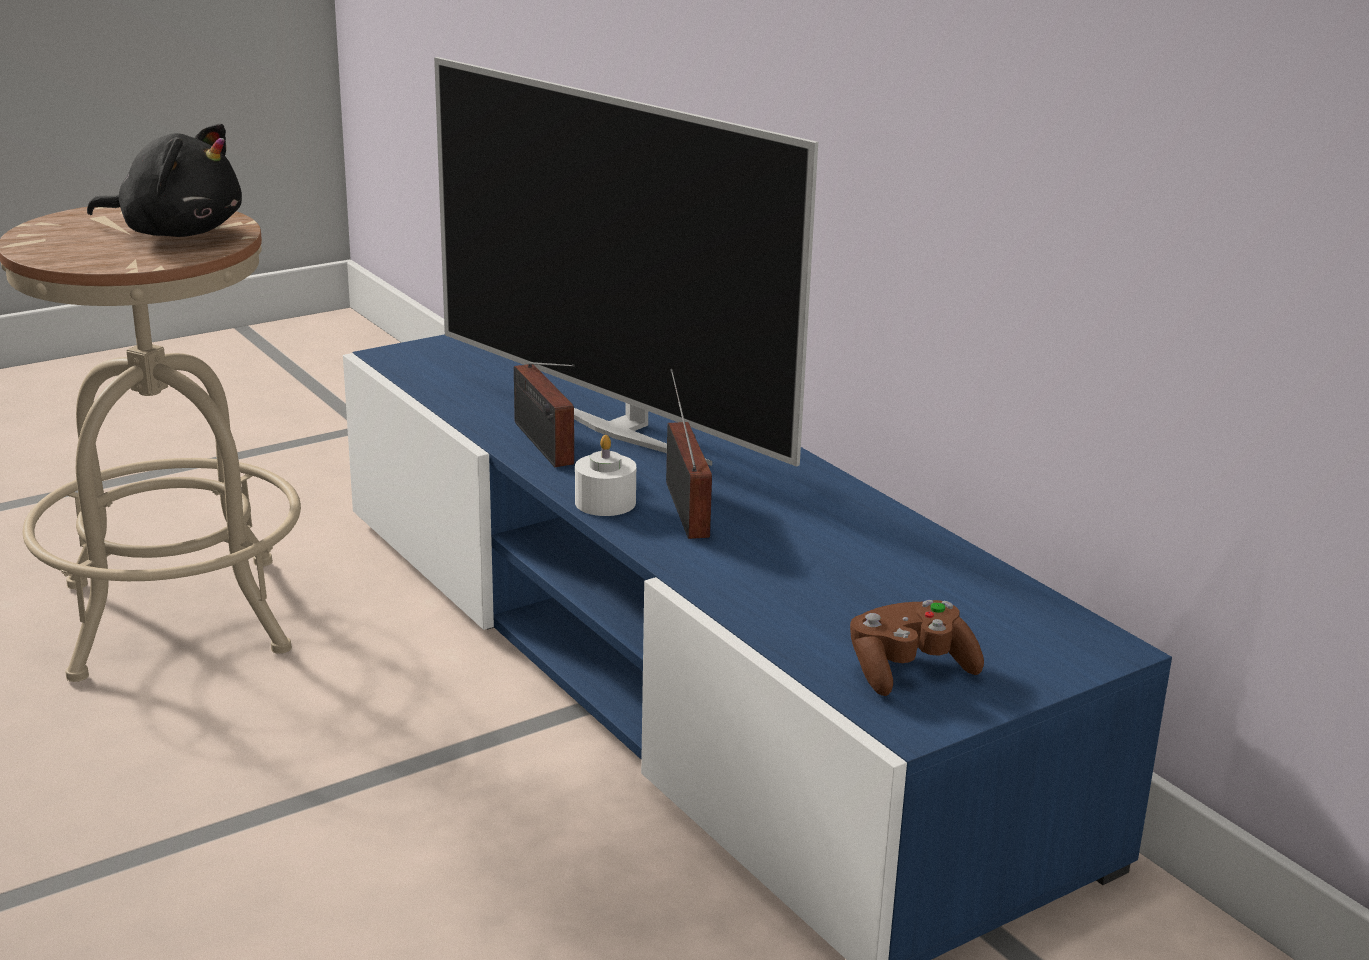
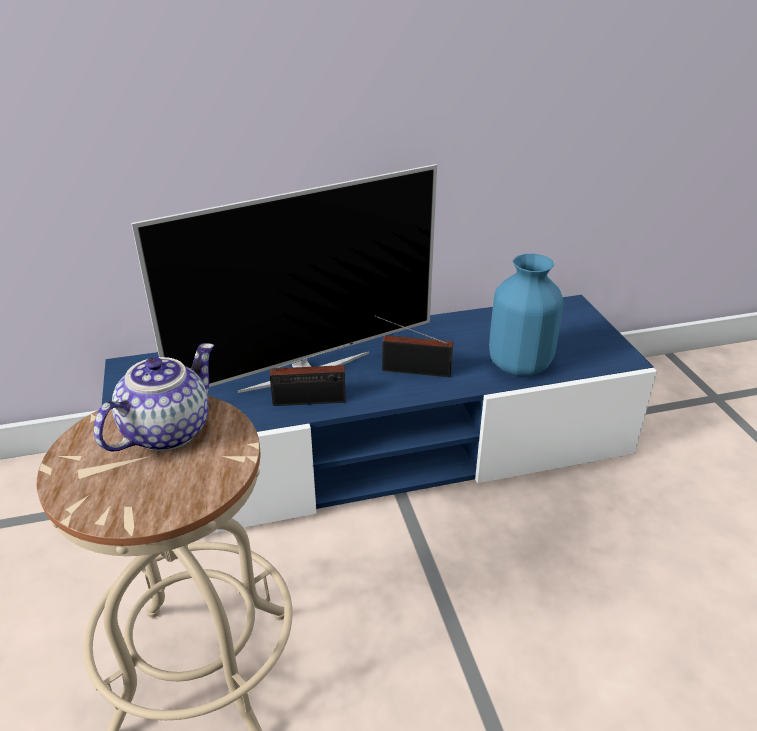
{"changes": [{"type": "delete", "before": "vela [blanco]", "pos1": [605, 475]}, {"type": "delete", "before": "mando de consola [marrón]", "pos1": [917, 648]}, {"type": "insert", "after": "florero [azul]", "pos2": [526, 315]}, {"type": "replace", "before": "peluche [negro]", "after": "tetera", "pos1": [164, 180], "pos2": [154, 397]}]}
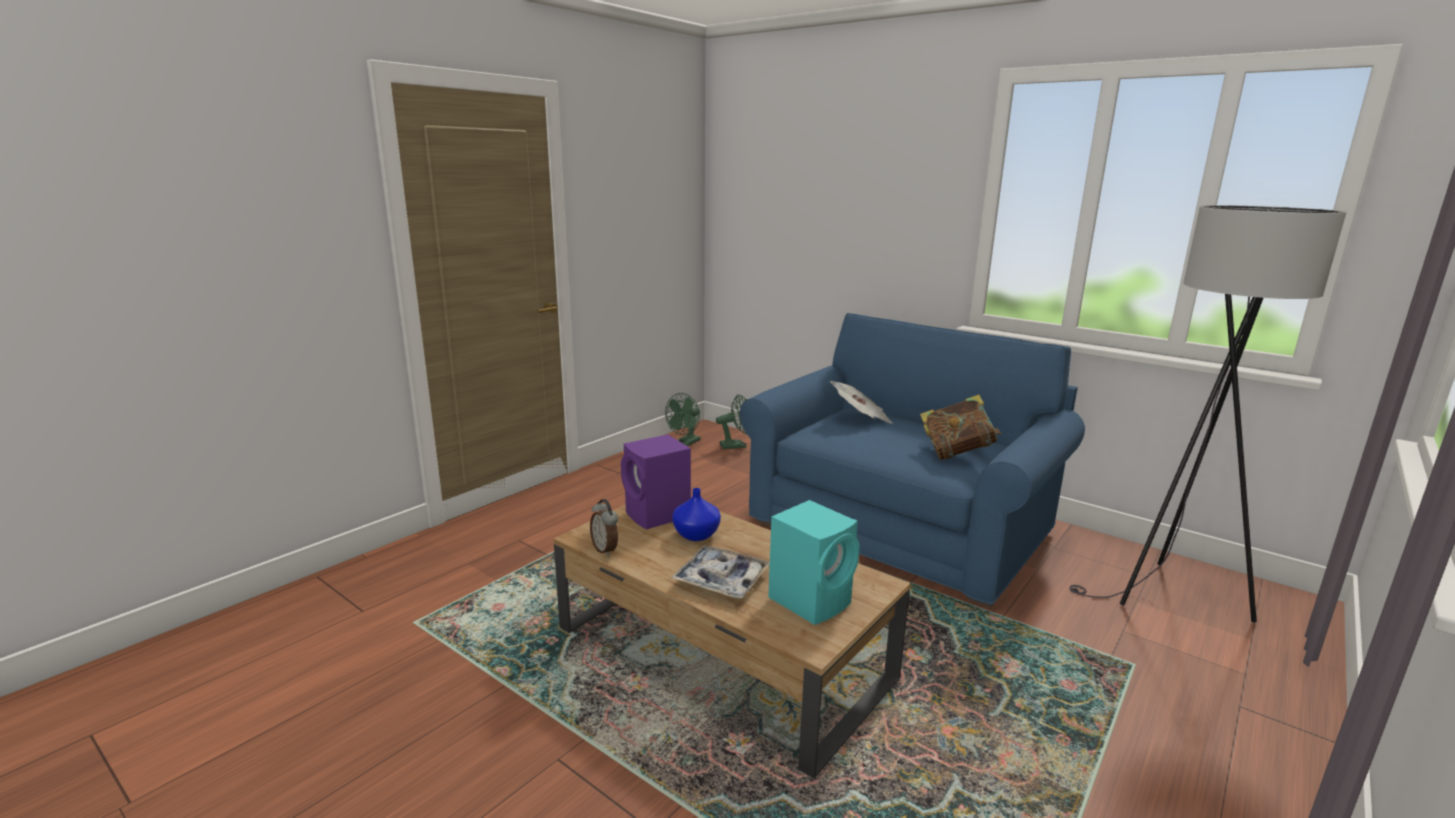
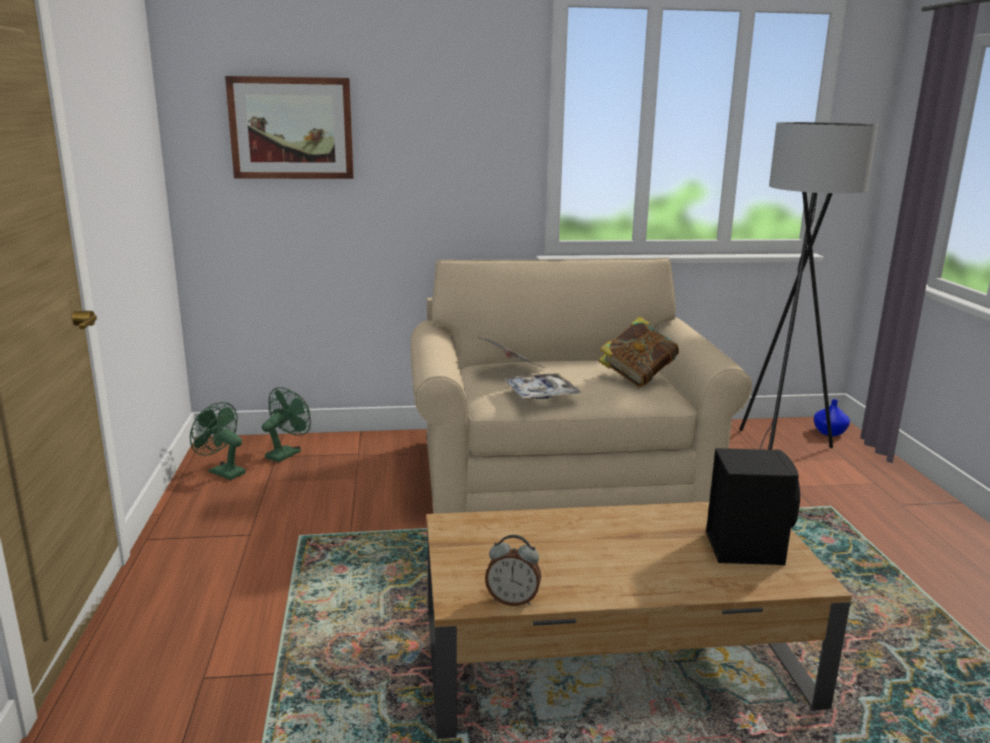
{"changes": [{"type": "delete", "before": "altavoz [morado]", "pos1": [656, 481]}, {"type": "insert", "after": "cuadro", "pos2": [289, 127]}, {"type": "move", "before": "bandeja", "pos1": [720, 572], "pos2": [542, 386]}, {"type": "move", "before": "florero [azul]", "pos1": [696, 514], "pos2": [832, 417]}, {"type": "recolor", "before": "sofá [azul]", "after": "sofá [beis]", "pos1": [912, 460], "pos2": [581, 386]}, {"type": "recolor", "before": "altavoz [turquesa]", "after": "altavoz [negro]", "pos1": [814, 562], "pos2": [753, 506]}, {"type": "rotate", "before": "ventilador [verde]", "pos1": [683, 419], "pos2": [218, 441], "turn": 135}]}
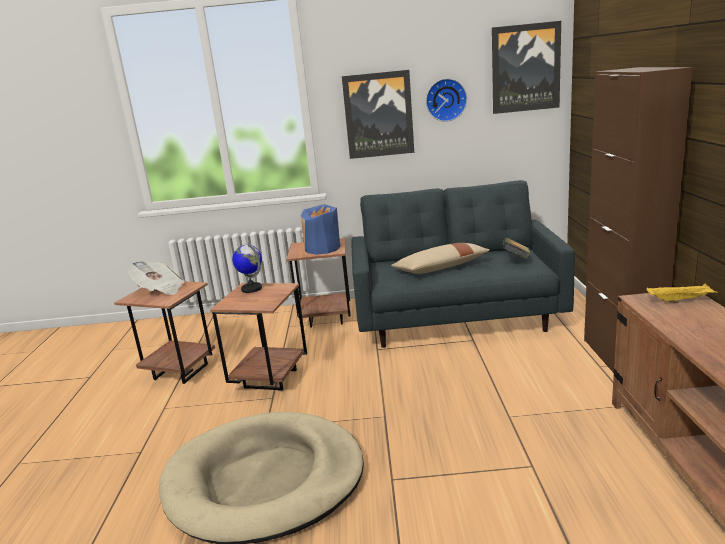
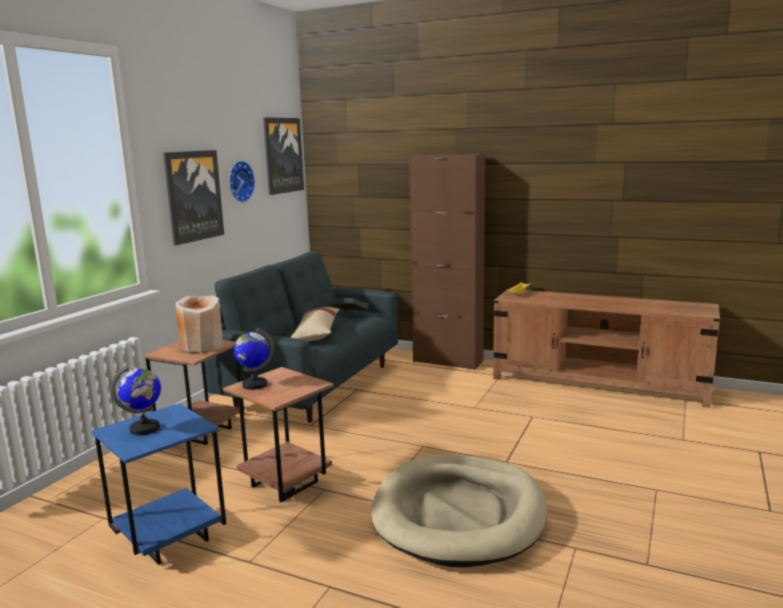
{"changes": [{"type": "replace", "before": "periódico", "after": "globo terráqueo", "pos1": [156, 278], "pos2": [136, 400]}, {"type": "recolor", "before": "mesa auxiliar [marrón]", "after": "mesa auxiliar [azul]", "pos1": [164, 333], "pos2": [158, 484]}, {"type": "recolor", "before": "florero [azul]", "after": "florero [beis]", "pos1": [320, 229], "pos2": [199, 324]}]}
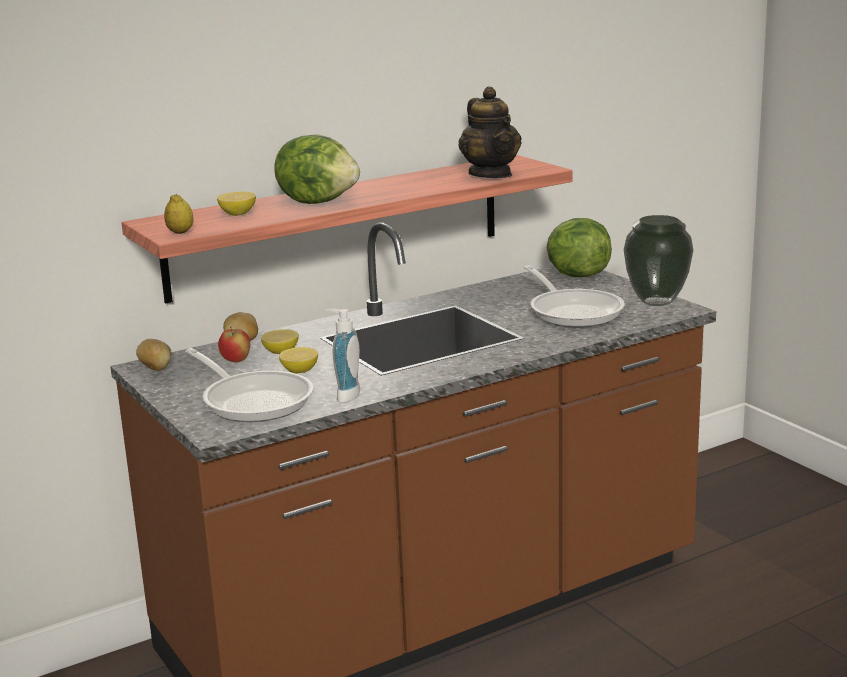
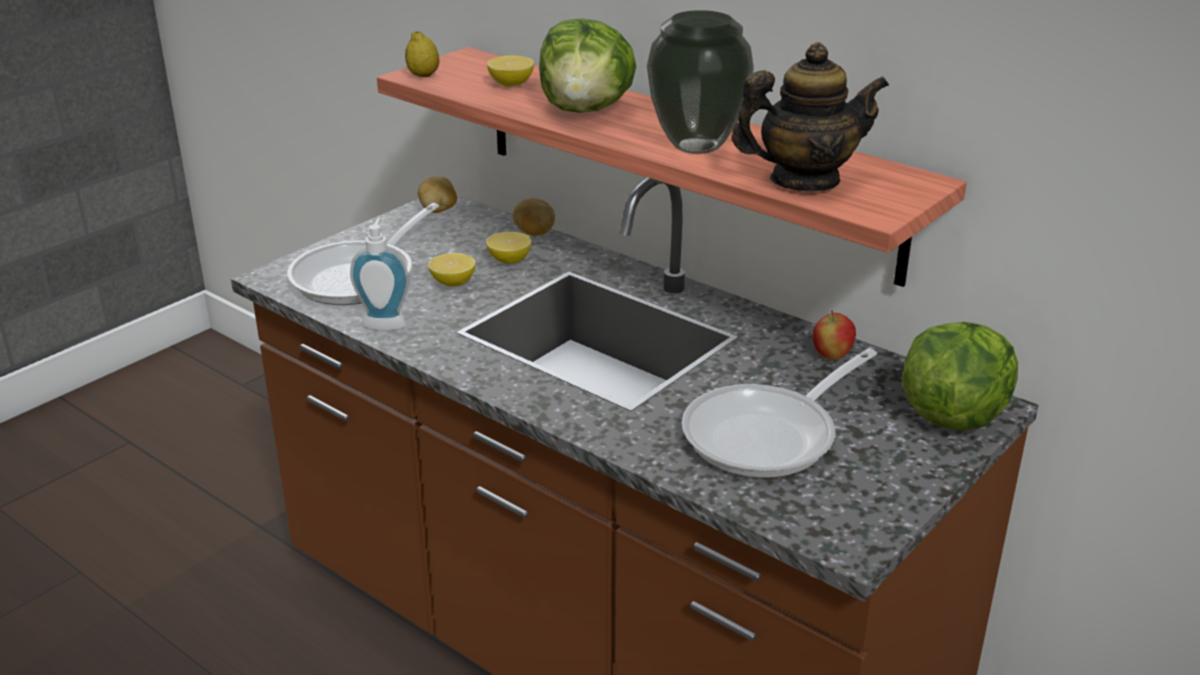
{"changes": [{"type": "move", "before": "manzana", "pos1": [234, 344], "pos2": [834, 335]}, {"type": "move", "before": "florero", "pos1": [658, 260], "pos2": [700, 82]}, {"type": "rotate", "before": "tetera", "pos1": [490, 132], "pos2": [810, 117], "turn": -150}]}
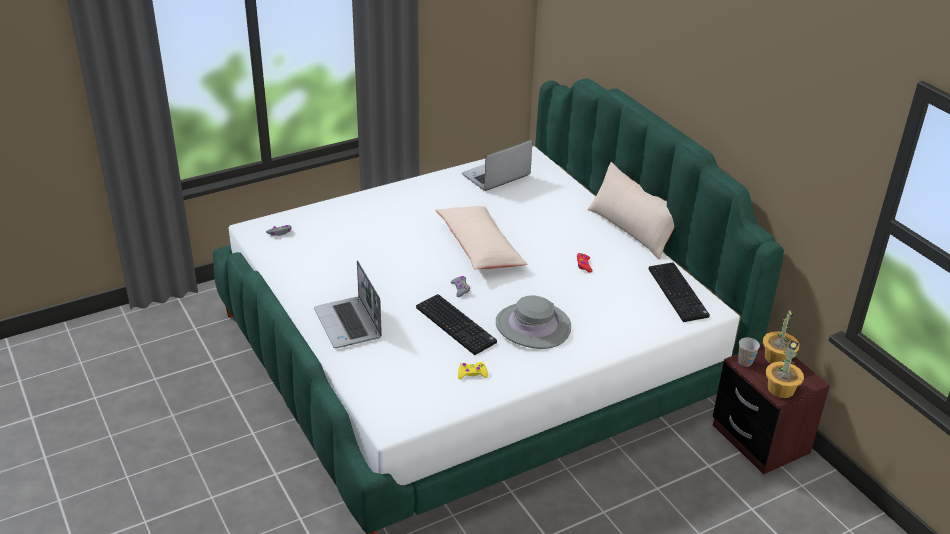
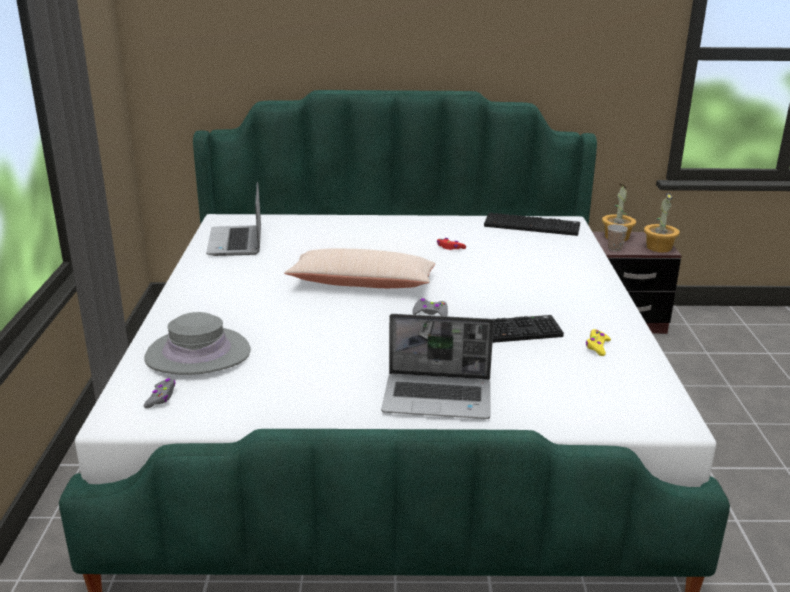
{"changes": [{"type": "delete", "before": "cojín [beis]", "pos1": [631, 211]}, {"type": "move", "before": "sombrero [gris]", "pos1": [533, 322], "pos2": [197, 343]}]}
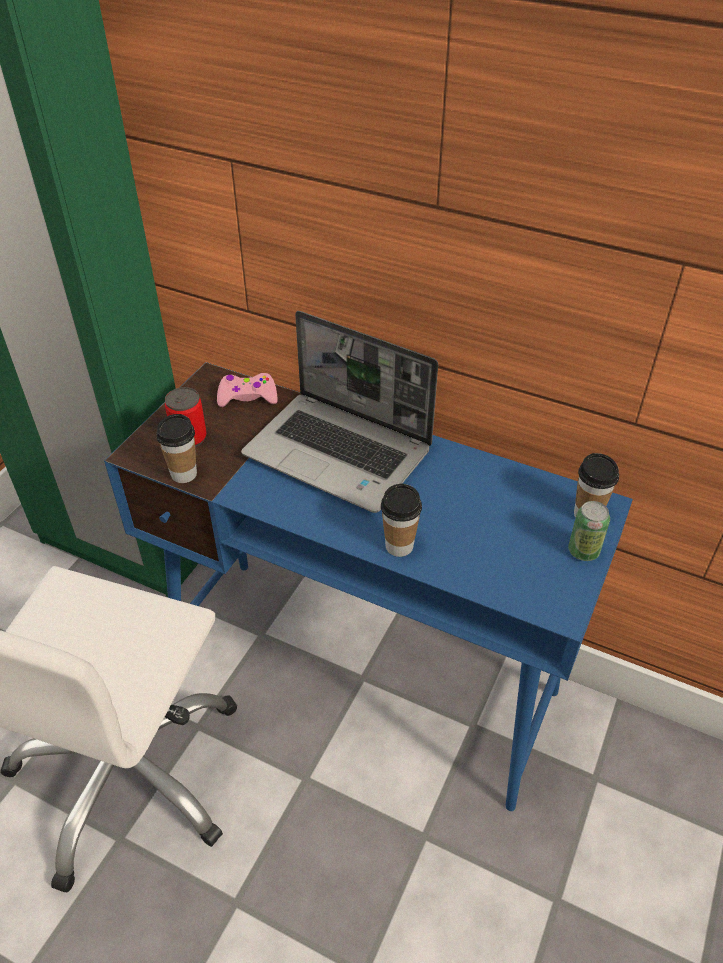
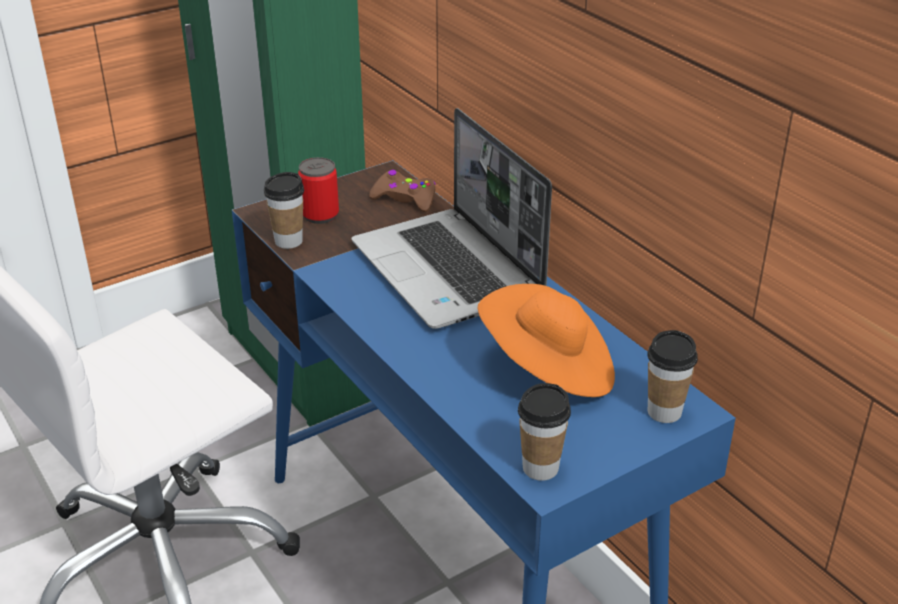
{"changes": [{"type": "delete", "before": "lata", "pos1": [589, 531]}, {"type": "insert", "after": "sombrero [naranja]", "pos2": [546, 340]}, {"type": "move", "before": "taza", "pos1": [401, 520], "pos2": [544, 432]}, {"type": "recolor", "before": "mando de consola [rosa]", "after": "mando de consola [marrón]", "pos1": [247, 390], "pos2": [402, 191]}]}
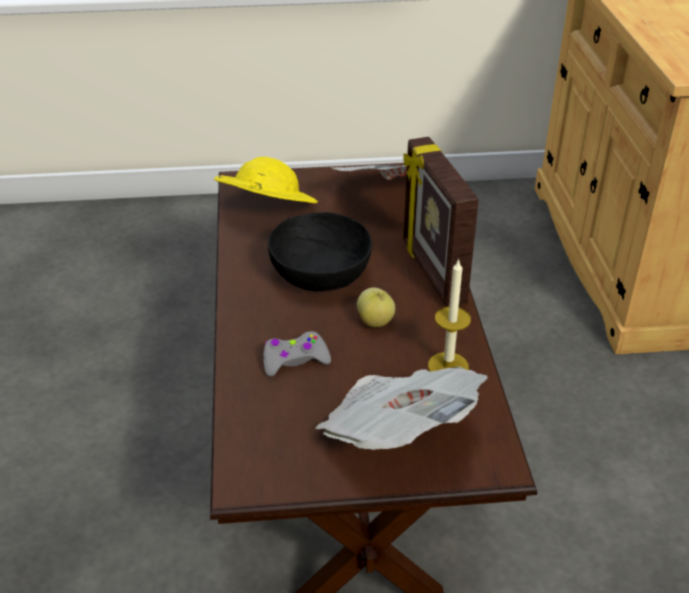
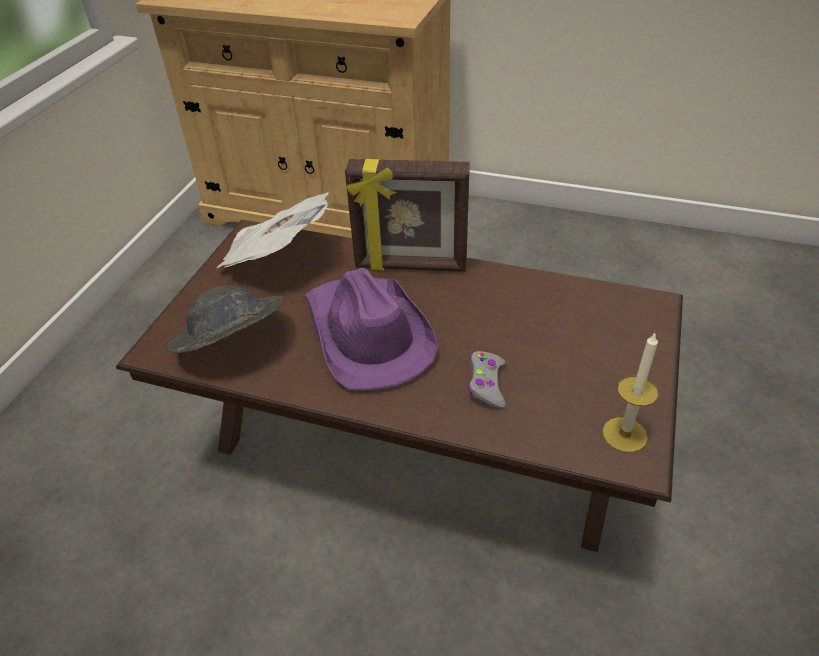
{"changes": [{"type": "delete", "before": "periódico", "pos1": [401, 408]}, {"type": "delete", "before": "manzana", "pos1": [376, 307]}, {"type": "move", "before": "vela", "pos1": [449, 315], "pos2": [630, 393]}, {"type": "replace", "before": "cuenco [negro]", "after": "sombrero [morado]", "pos1": [320, 251], "pos2": [372, 329]}, {"type": "recolor", "before": "sombrero [amarillo]", "after": "sombrero [gris]", "pos1": [266, 180], "pos2": [225, 319]}]}
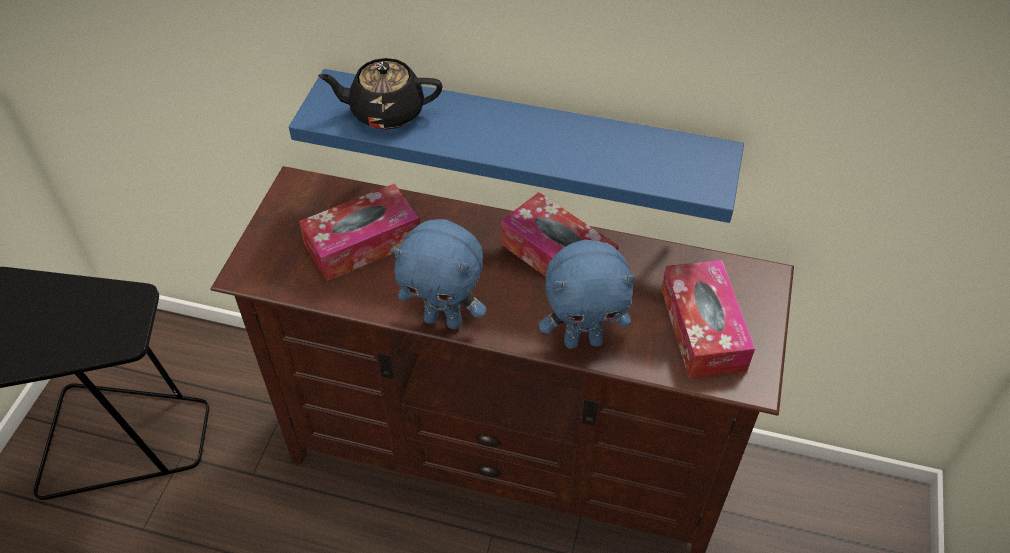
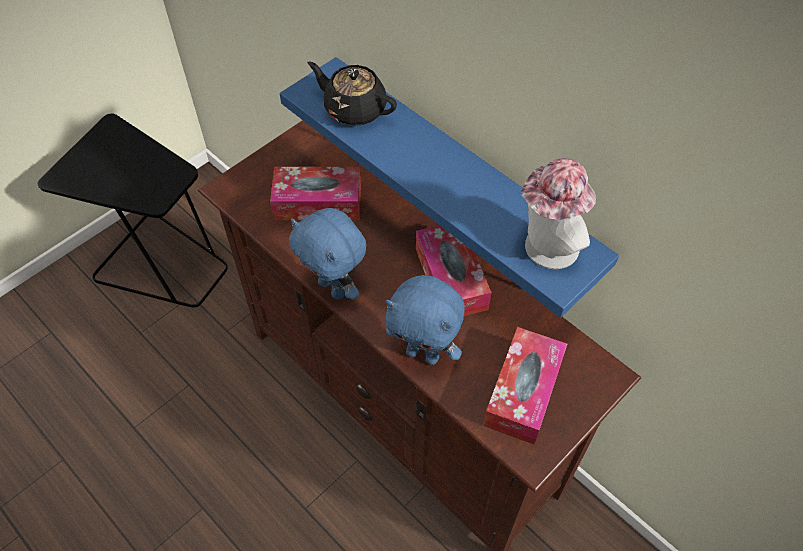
{"changes": [{"type": "insert", "after": "sombrero", "pos2": [558, 213]}]}
